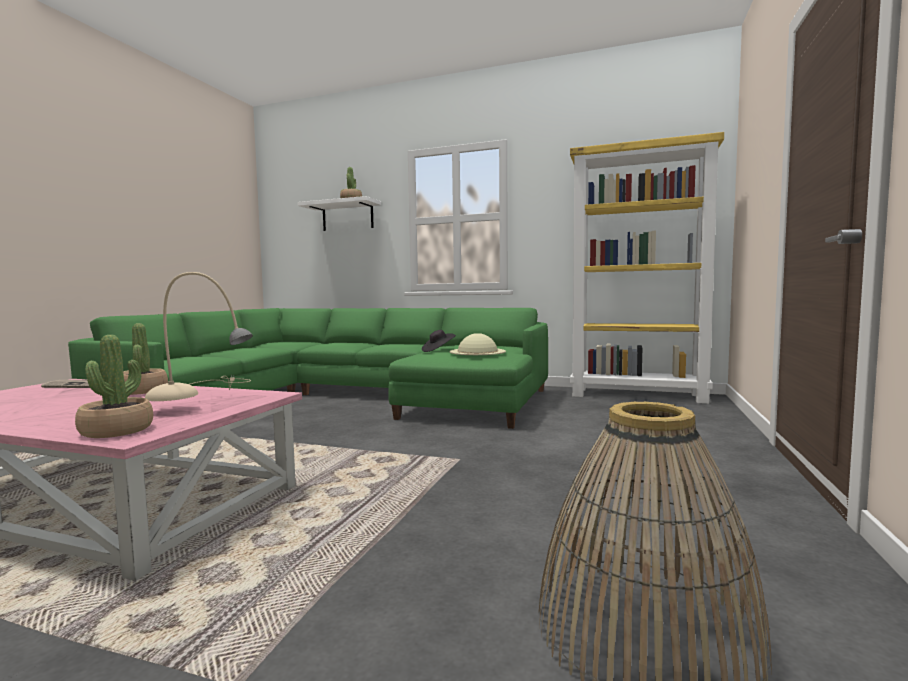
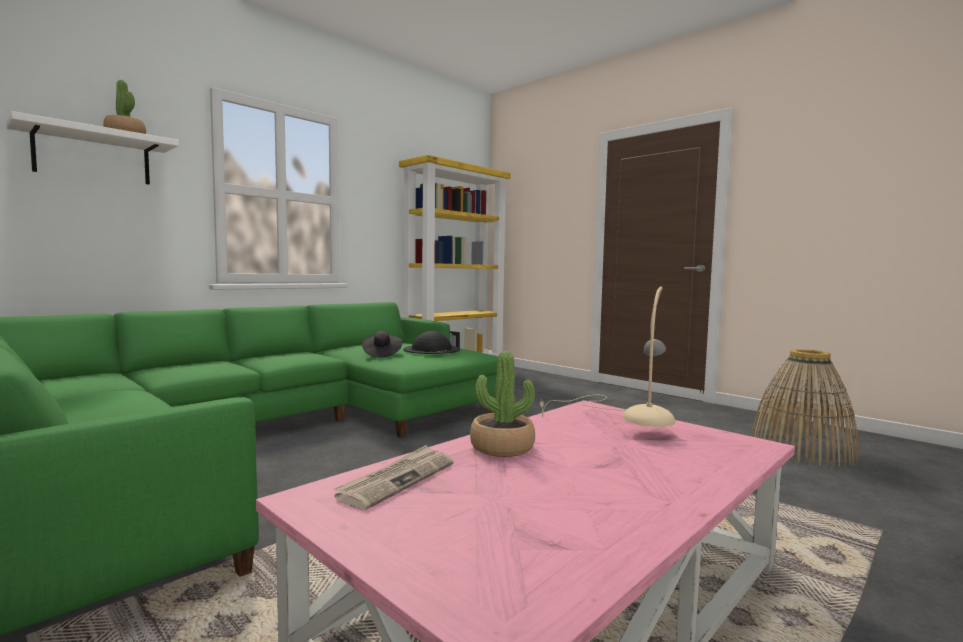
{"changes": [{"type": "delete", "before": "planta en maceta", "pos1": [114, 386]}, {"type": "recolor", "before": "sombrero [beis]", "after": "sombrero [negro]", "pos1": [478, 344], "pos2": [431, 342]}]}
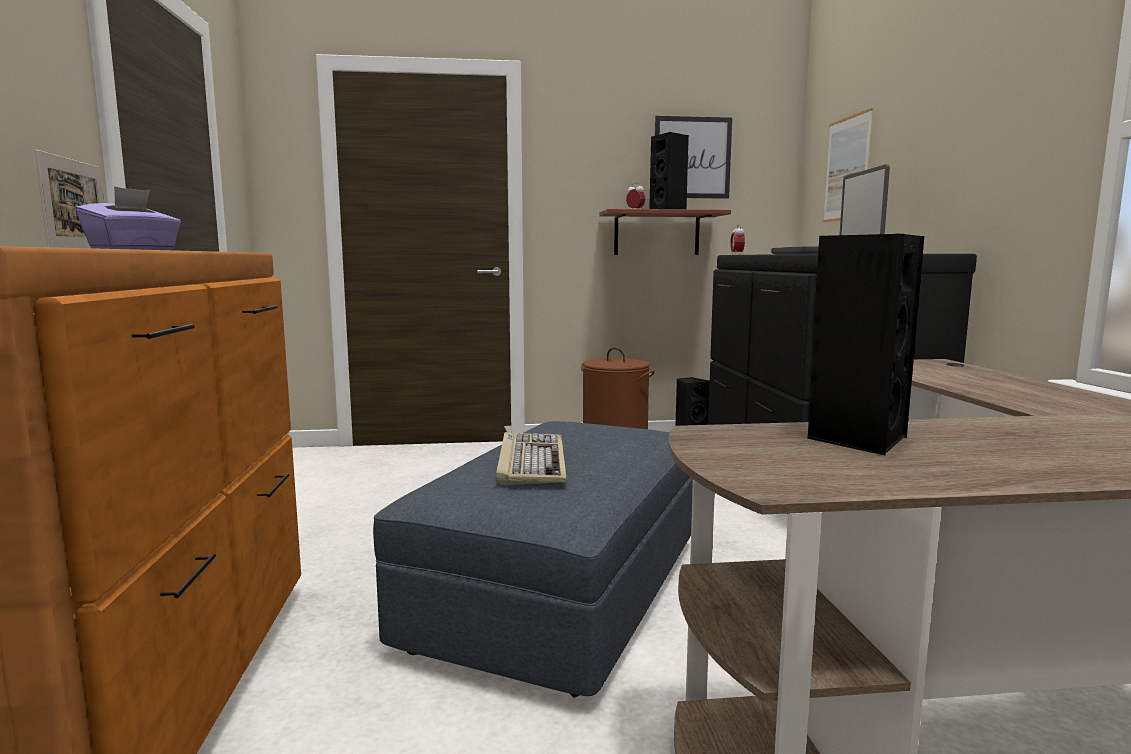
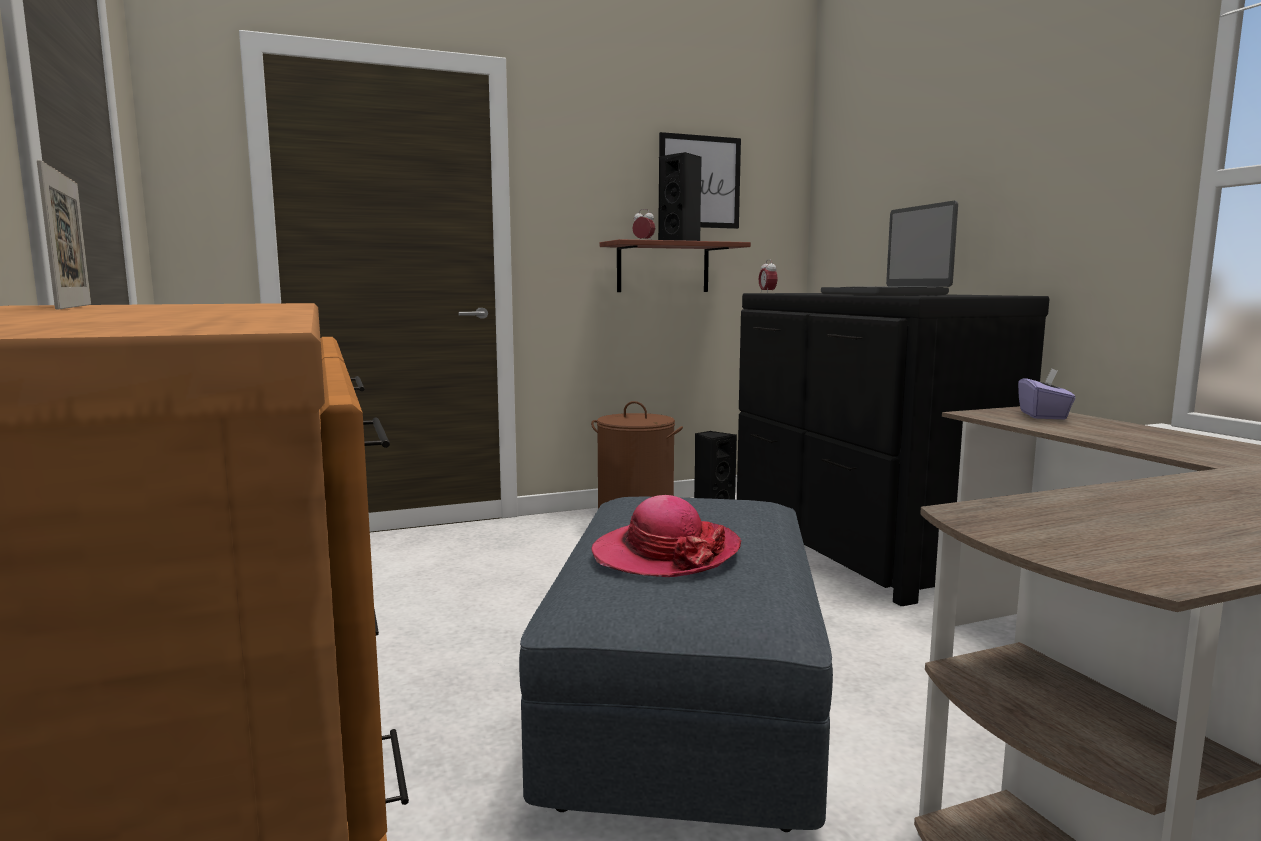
{"changes": [{"type": "delete", "before": "altavoz [negro]", "pos1": [865, 344]}, {"type": "delete", "before": "cuadro", "pos1": [848, 165]}, {"type": "move", "before": "caja de pañuelos [morado]", "pos1": [128, 218], "pos2": [1047, 394]}, {"type": "replace", "before": "teclado", "after": "sombrero", "pos1": [531, 458], "pos2": [666, 536]}]}
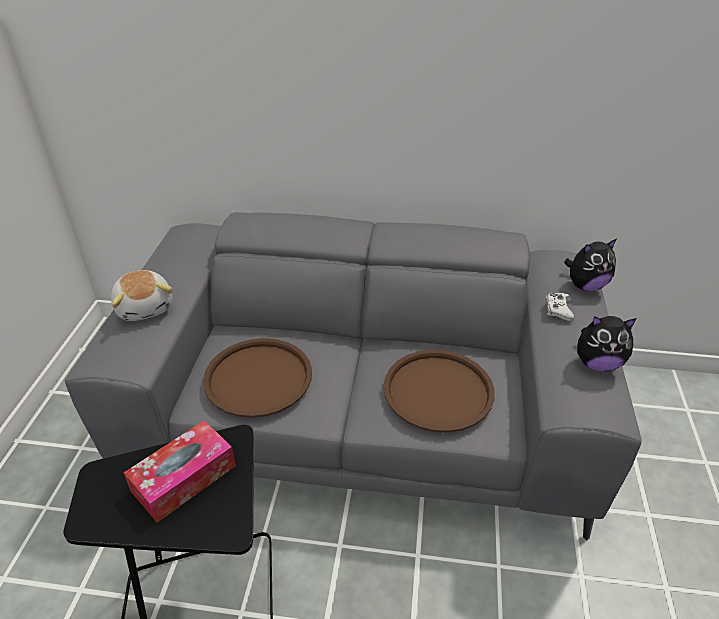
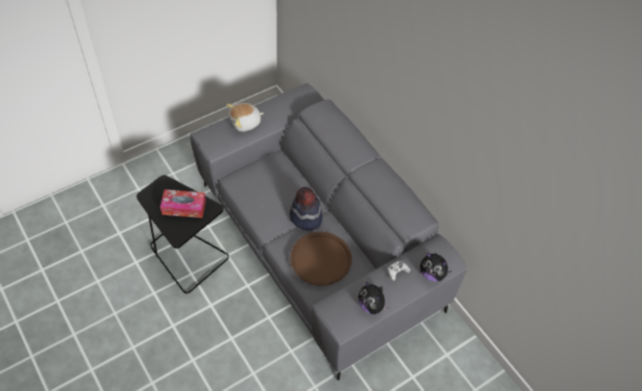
{"changes": [{"type": "delete", "before": "bandeja [marrón]", "pos1": [257, 378]}, {"type": "insert", "after": "sombrero", "pos2": [306, 208]}, {"type": "rotate", "before": "peluche", "pos1": [141, 295], "pos2": [245, 117], "turn": 45}]}
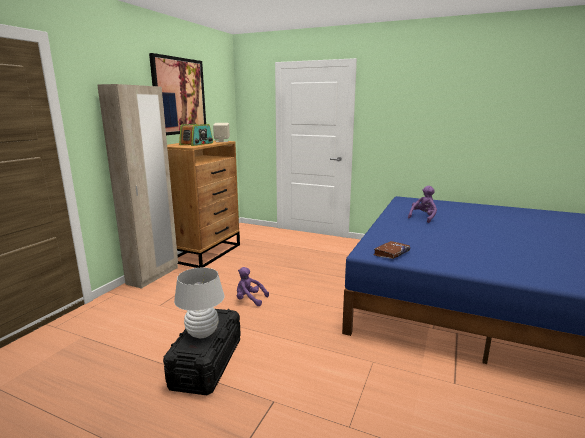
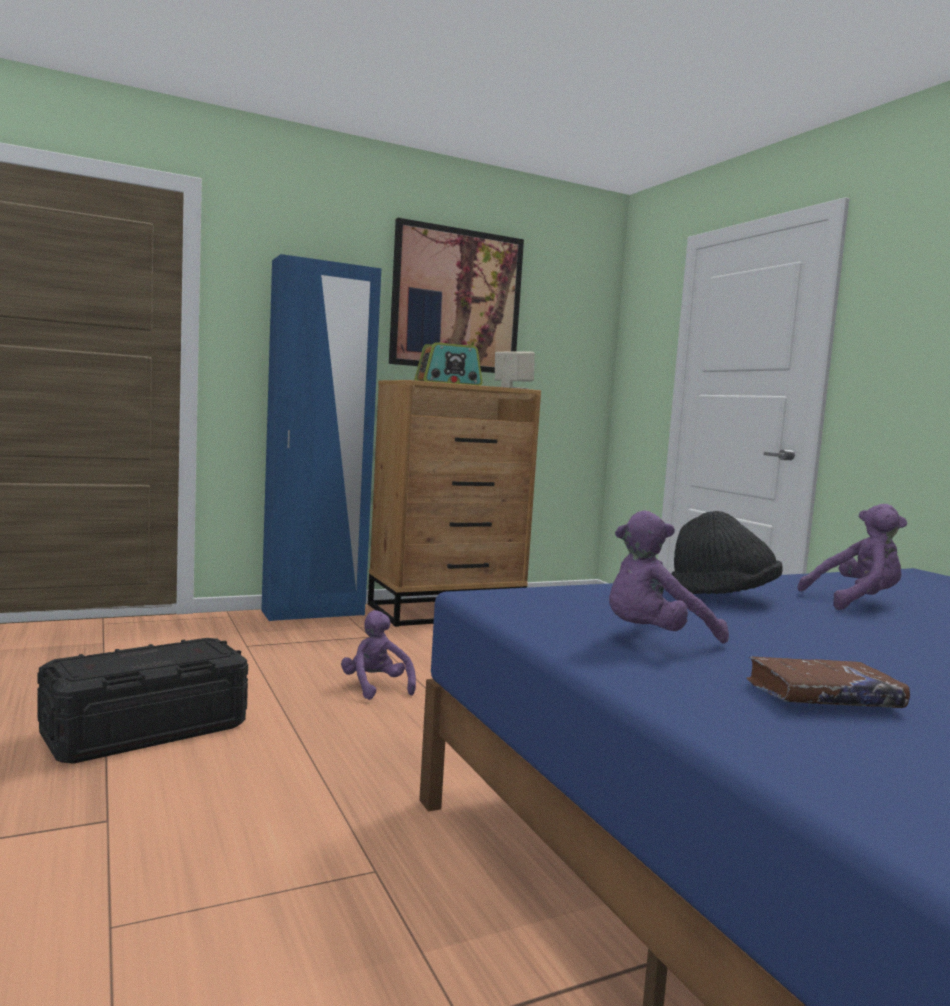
{"changes": [{"type": "delete", "before": "lámpara de mesa [blanco]", "pos1": [199, 303]}, {"type": "insert", "after": "peluche [morado]", "pos2": [669, 577]}, {"type": "insert", "after": "sombrero [negro]", "pos2": [726, 552]}, {"type": "move", "before": "libro [marrón]", "pos1": [392, 250], "pos2": [828, 682]}, {"type": "recolor", "before": "armario ropero [beis]", "after": "armario ropero [azul]", "pos1": [137, 186], "pos2": [321, 437]}]}
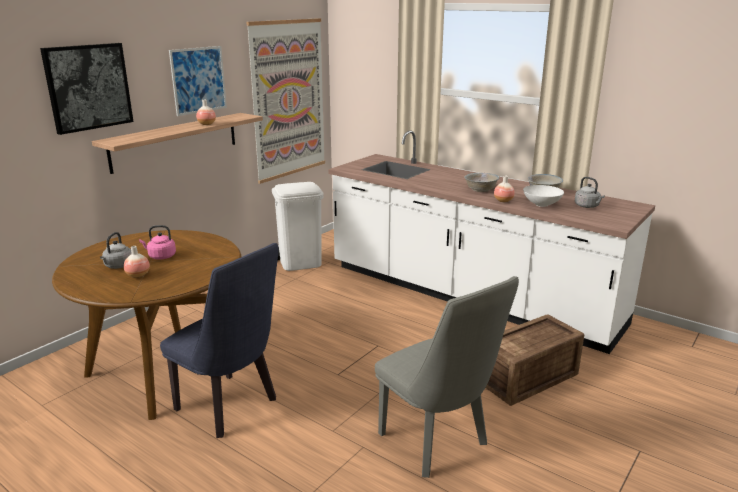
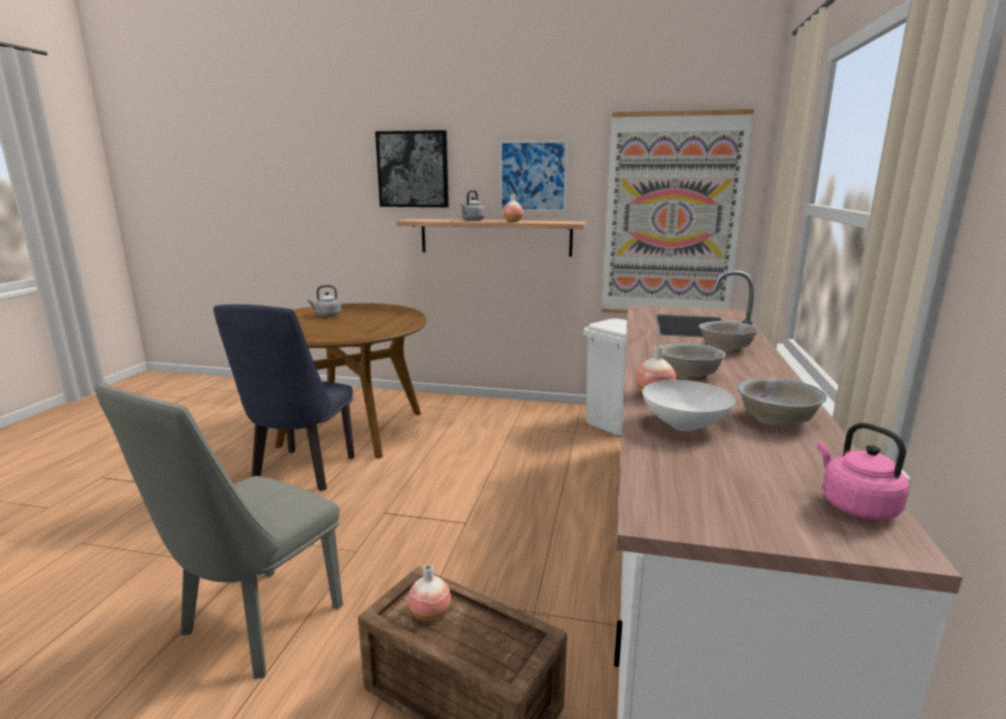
{"changes": [{"type": "insert", "after": "cuenco [blanco]", "pos2": [729, 336]}, {"type": "move", "before": "florero", "pos1": [137, 262], "pos2": [429, 593]}, {"type": "move", "before": "hervidor [rosa]", "pos1": [157, 242], "pos2": [863, 471]}, {"type": "move", "before": "hervidor [gris]", "pos1": [590, 192], "pos2": [473, 205]}]}
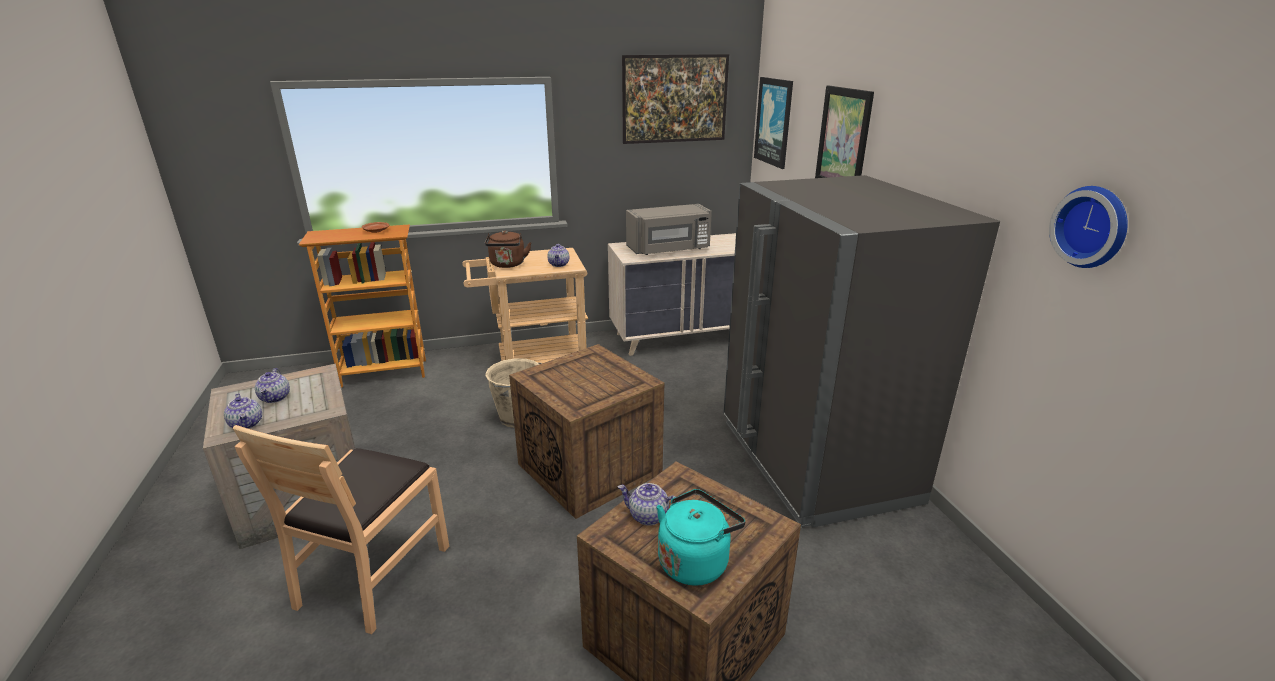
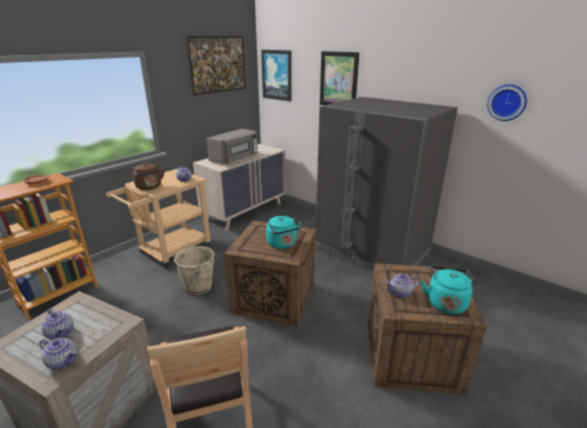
{"changes": [{"type": "insert", "after": "hervidor [turquesa]", "pos2": [283, 232]}]}
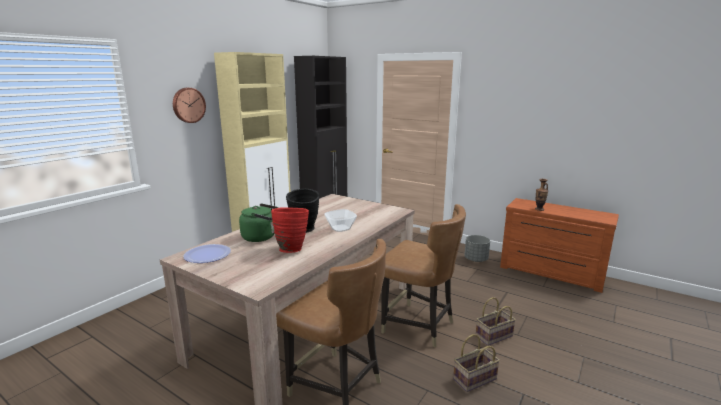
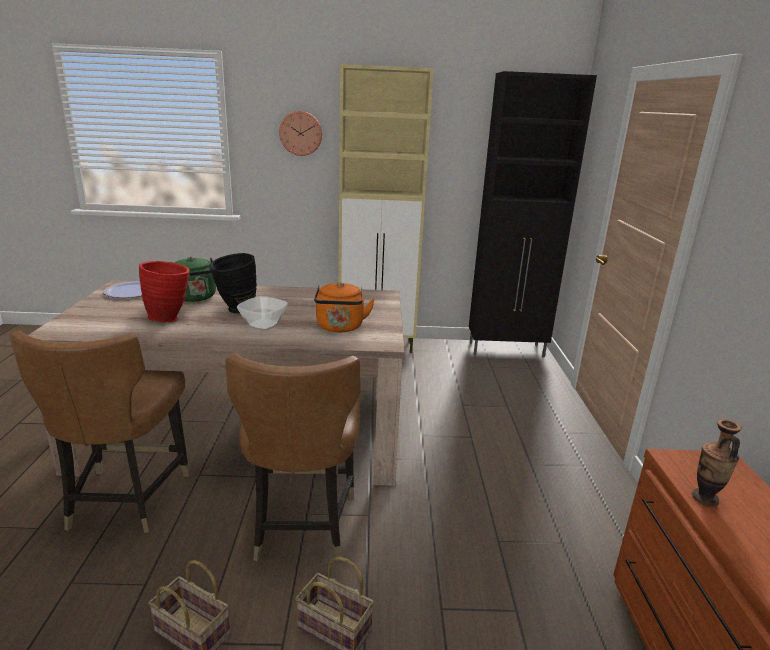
{"changes": [{"type": "delete", "before": "maceta [gris]", "pos1": [477, 248]}, {"type": "insert", "after": "hervidor [naranja]", "pos2": [344, 307]}]}
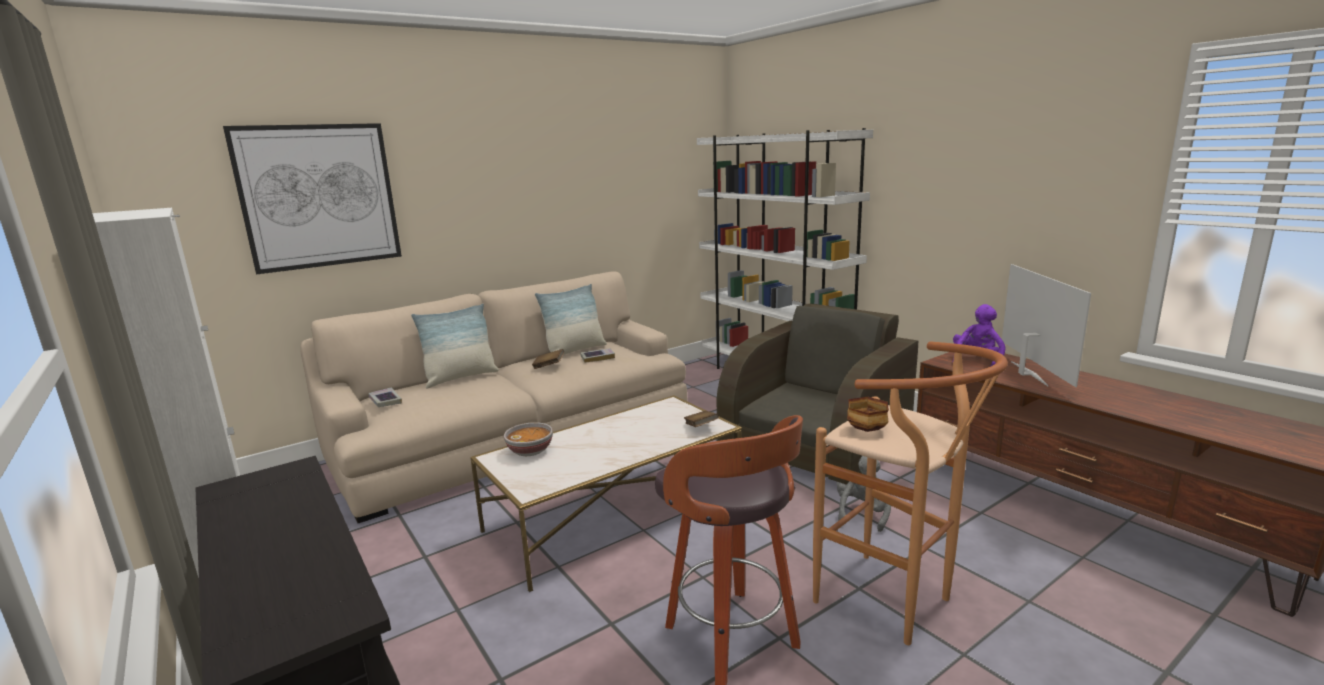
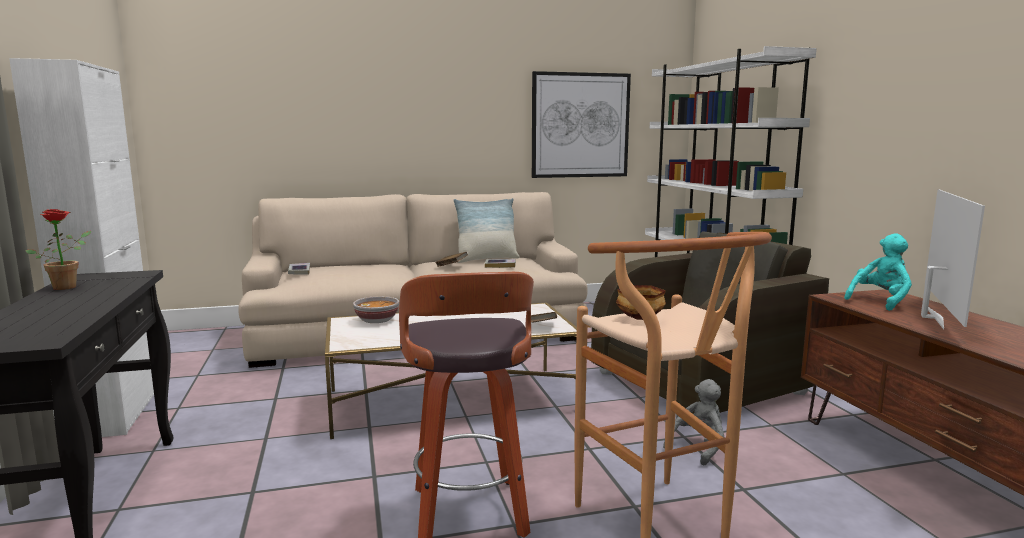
{"changes": [{"type": "delete", "before": "cojín", "pos1": [455, 345]}, {"type": "insert", "after": "planta en maceta", "pos2": [58, 249]}, {"type": "move", "before": "cuadro", "pos1": [312, 198], "pos2": [581, 124]}, {"type": "recolor", "before": "peluche [morado]", "after": "peluche [turquesa]", "pos1": [979, 335], "pos2": [878, 272]}]}
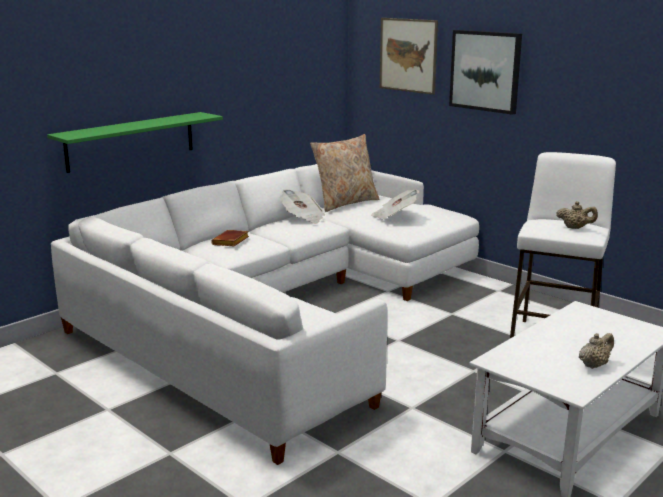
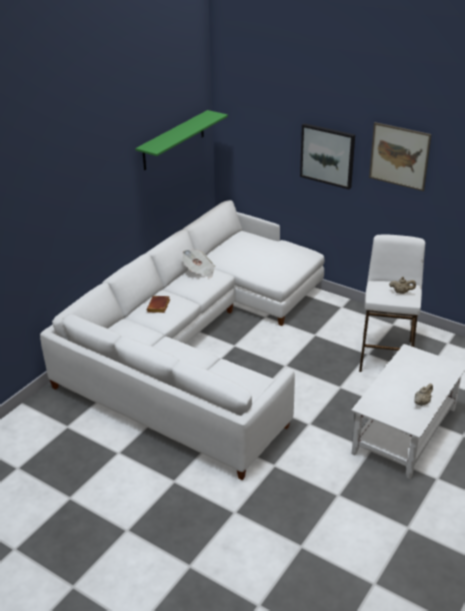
{"changes": [{"type": "delete", "before": "cojín [beis]", "pos1": [345, 173]}, {"type": "delete", "before": "periódico", "pos1": [395, 204]}, {"type": "move", "before": "estante [verde]", "pos1": [135, 142], "pos2": [181, 140]}, {"type": "move", "before": "cuadro", "pos1": [409, 56], "pos2": [400, 156]}]}
